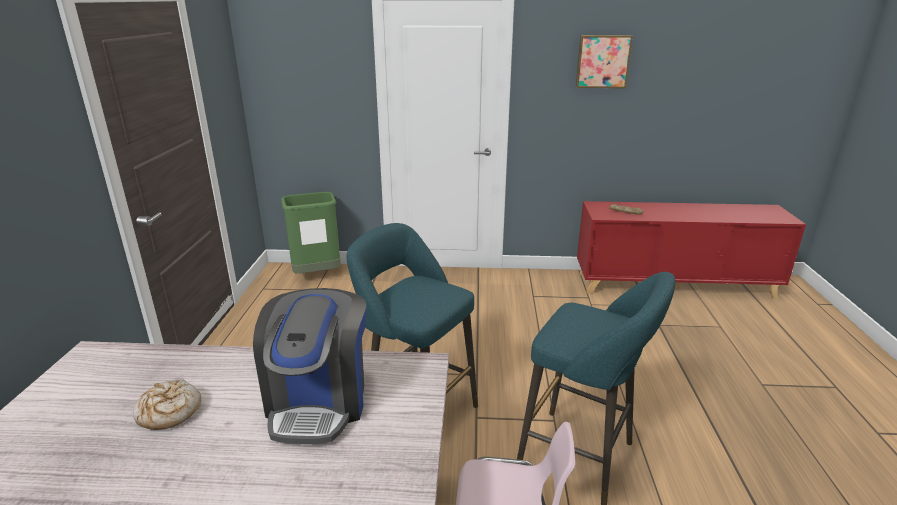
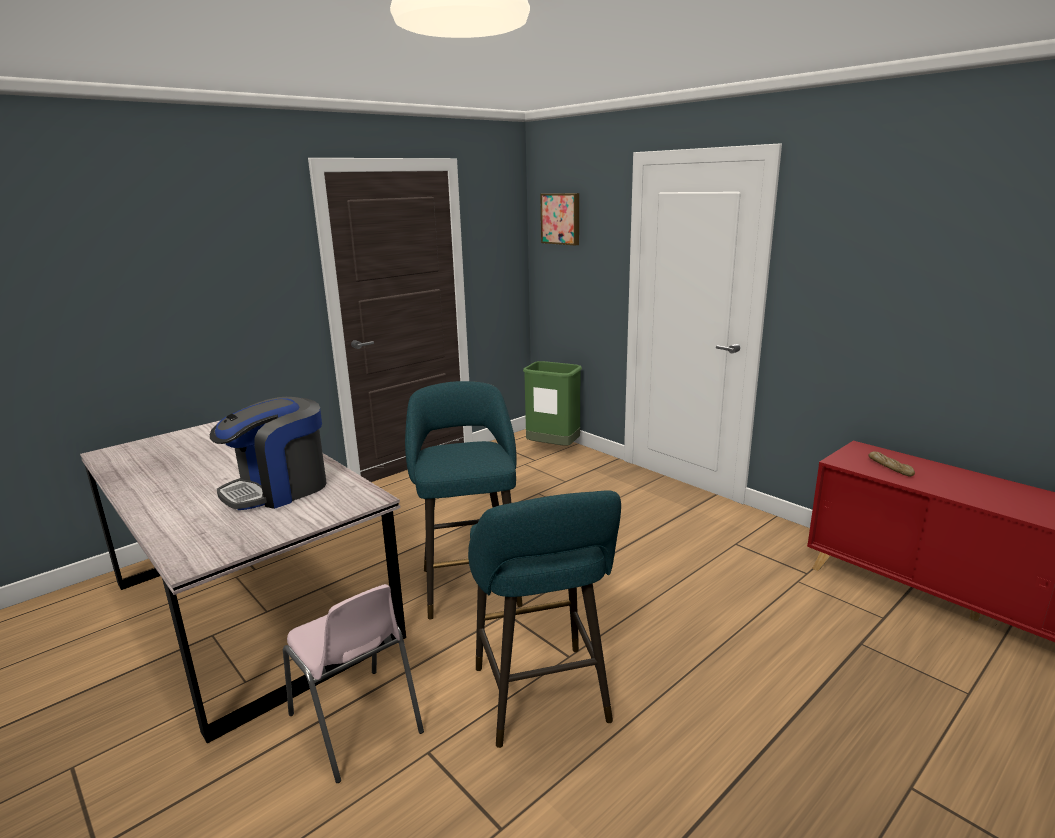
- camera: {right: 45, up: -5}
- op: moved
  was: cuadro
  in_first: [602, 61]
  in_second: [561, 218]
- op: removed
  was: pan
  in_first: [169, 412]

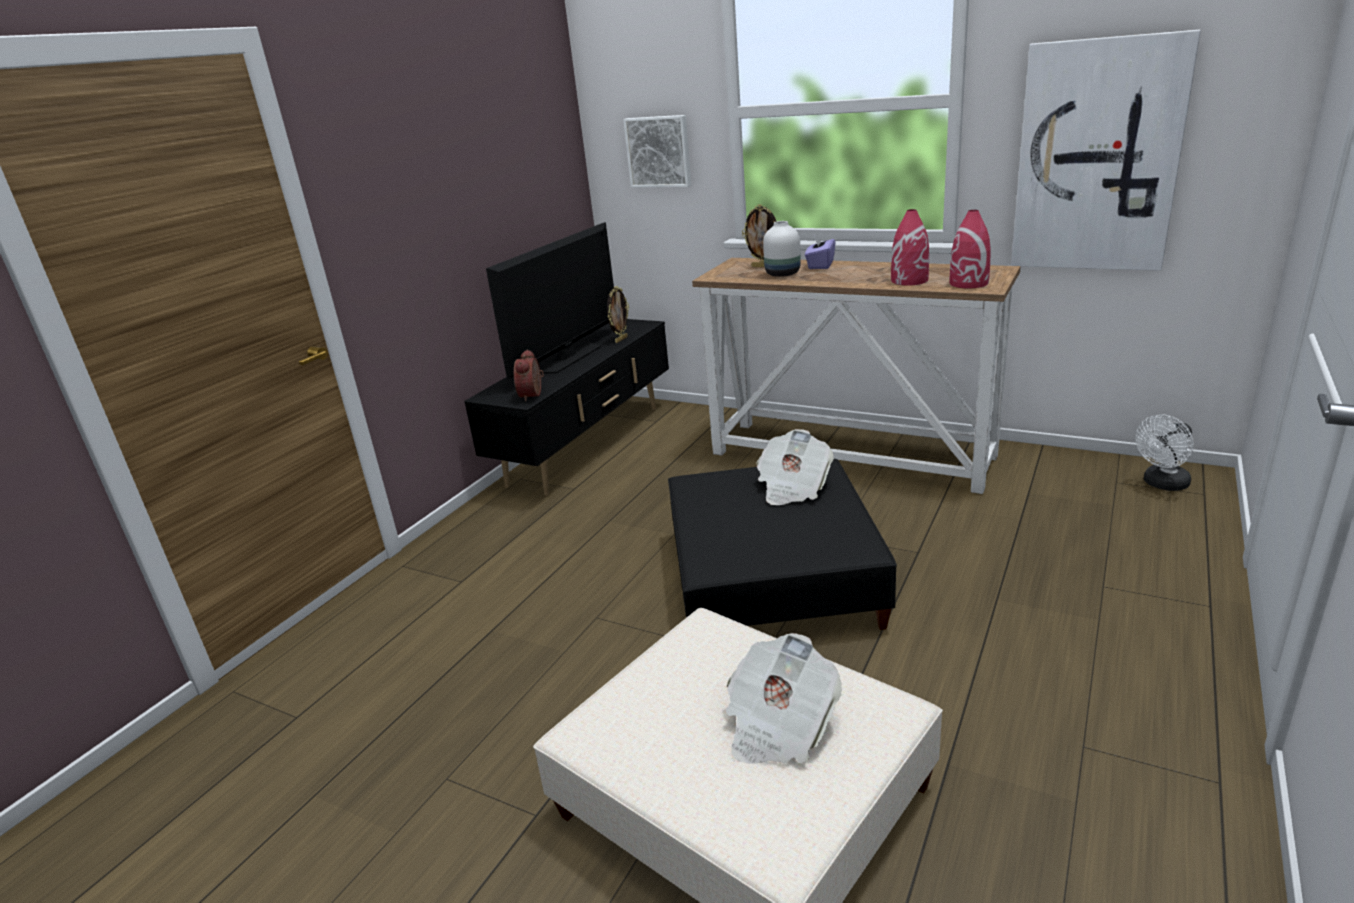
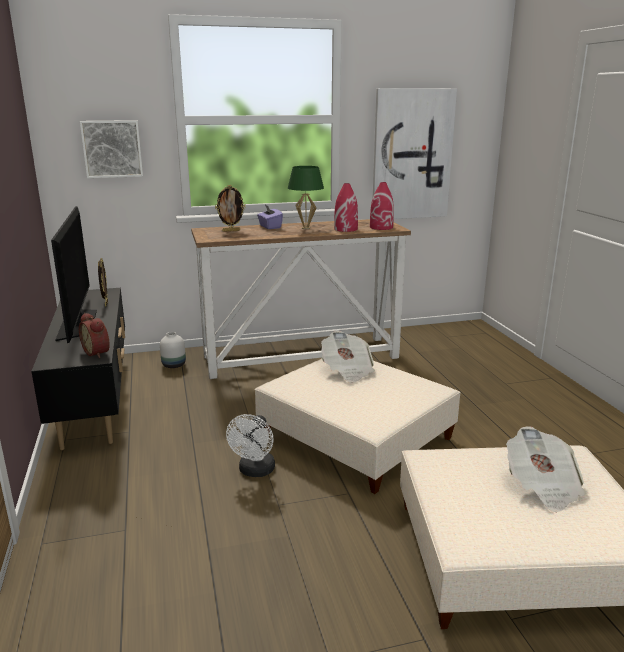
- camera: {right: -45, up: -5}
- op: moved
  was: florero [blanco]
  in_first: [783, 274]
  in_second: [174, 365]
- op: moved
  was: ventilador [blanco]
  in_first: [1162, 484]
  in_second: [255, 471]
- op: recoloured
  was: puf [negro]
  now: puf [beis]
  in_first: [773, 577]
  in_second: [355, 436]
- op: added
  now: lámpara de mesa [verde]
  in_second: [306, 228]

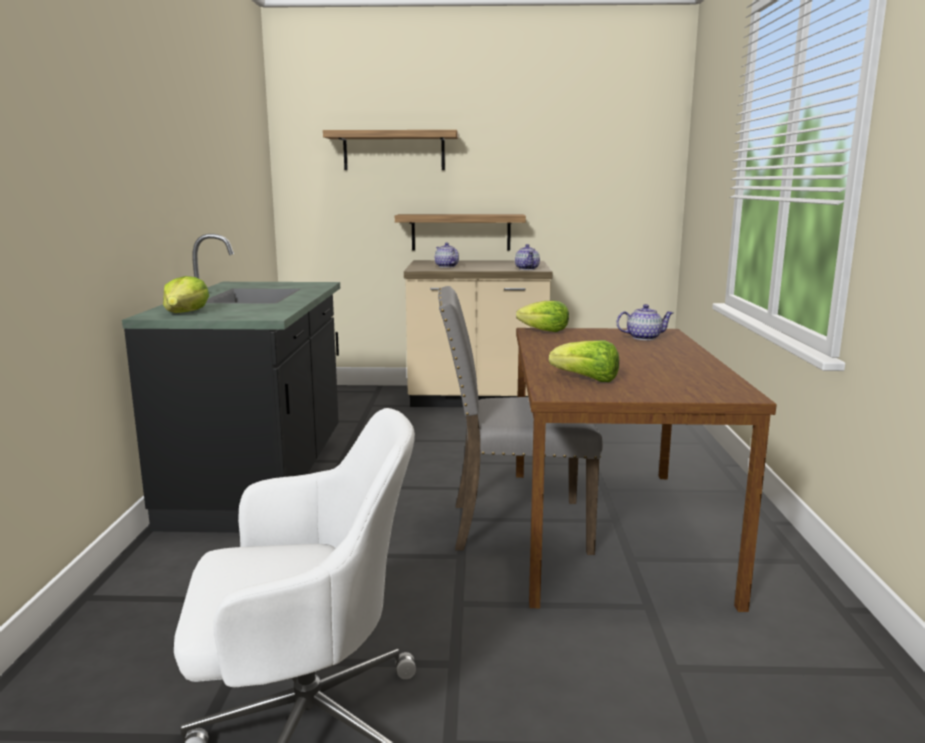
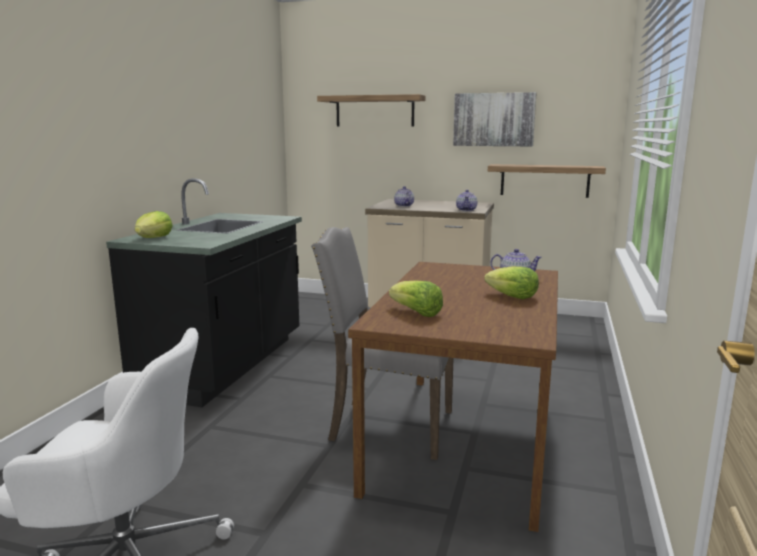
- camera: {right: 15, up: 0}
- op: moved
  was: estante
  in_first: [461, 232]
  in_second: [544, 180]
- op: moved
  was: lechuga
  in_first: [544, 331]
  in_second: [512, 297]
- op: added
  now: cuadro
  in_second: [494, 119]

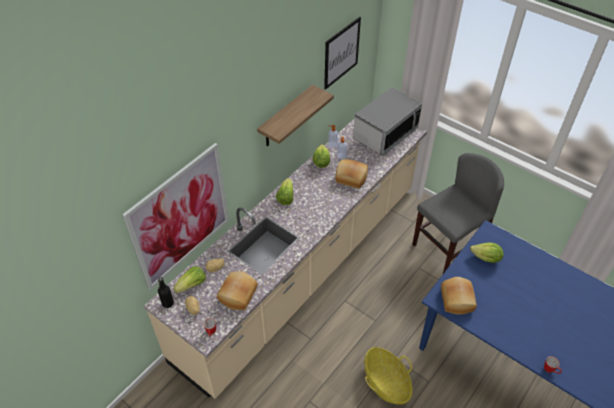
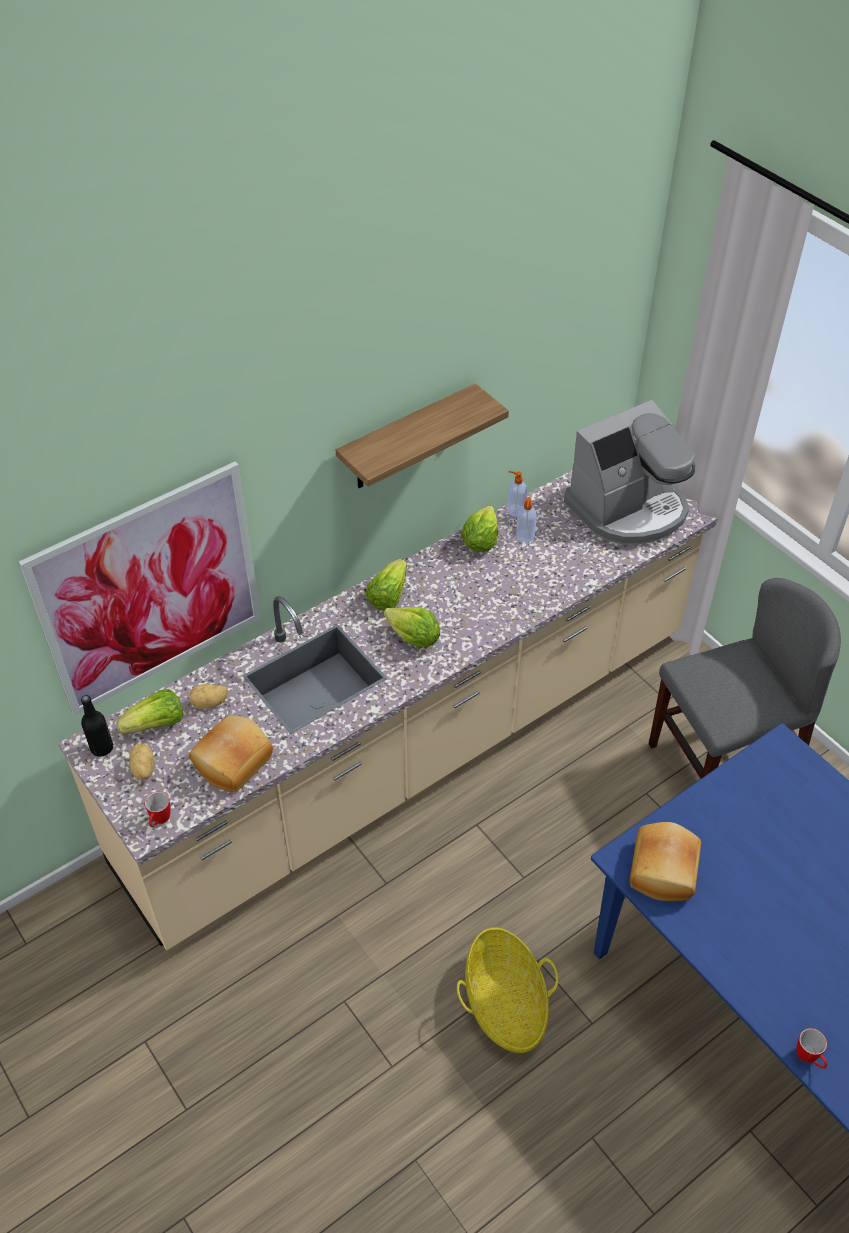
- camera: {right: 15, up: 0}
- op: removed
  was: cuadro
  in_first: [341, 53]
- op: replaced
  was: microondas
  now: cafetera
  in_first: [385, 134]
  in_second: [628, 509]
- op: removed
  was: pan
  in_first: [351, 178]
- op: moved
  was: lechuga
  in_first: [486, 258]
  in_second: [414, 638]

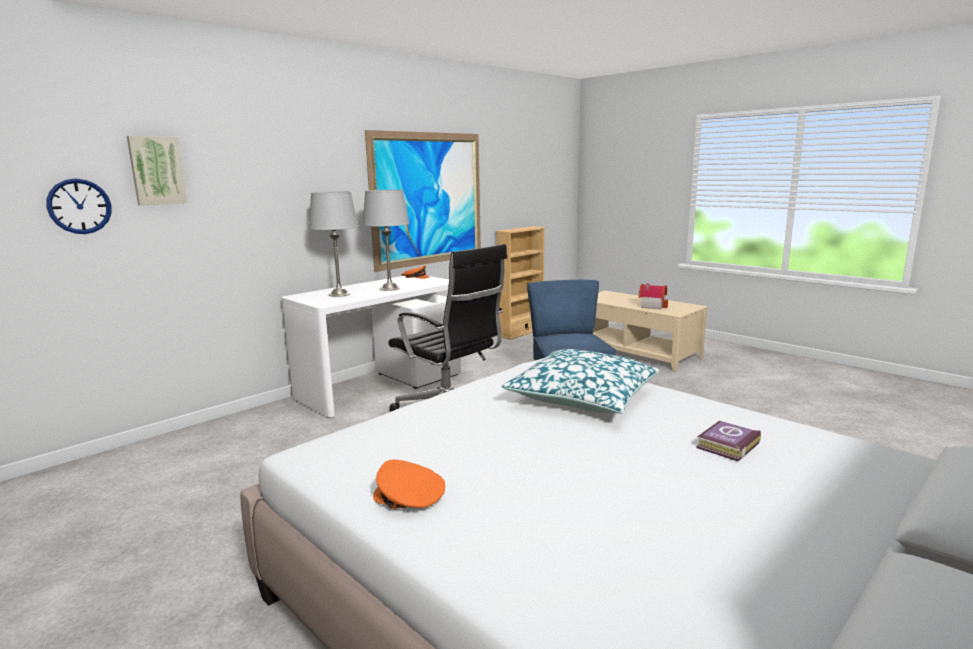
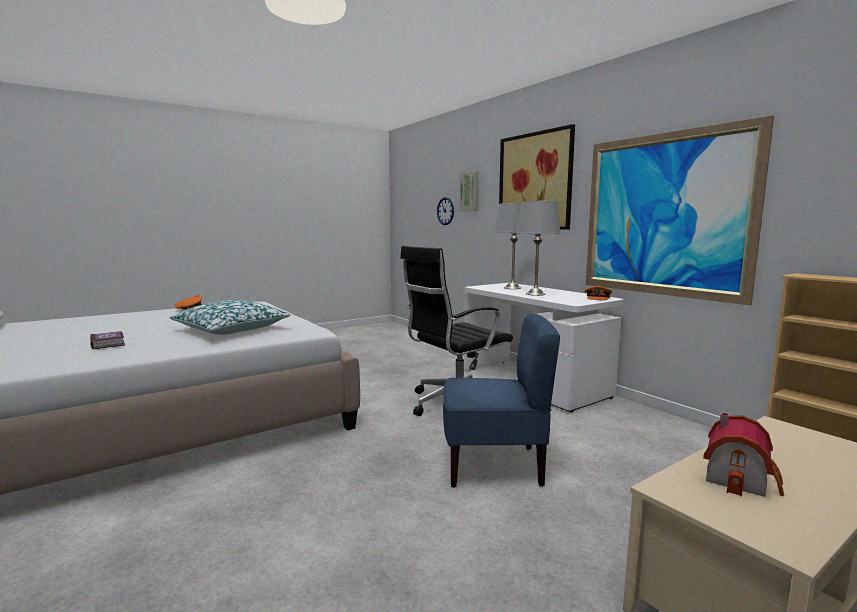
- camera: {right: 100, up: -5}
- op: added
  now: cuadro
  in_second: [535, 181]

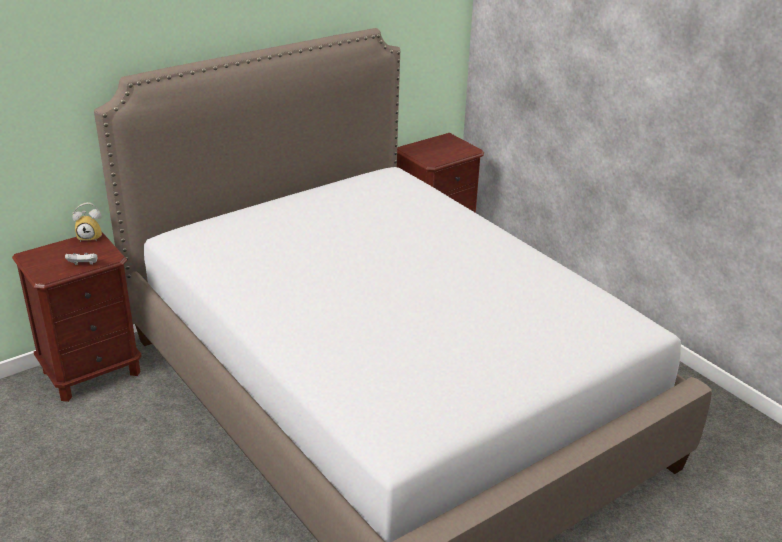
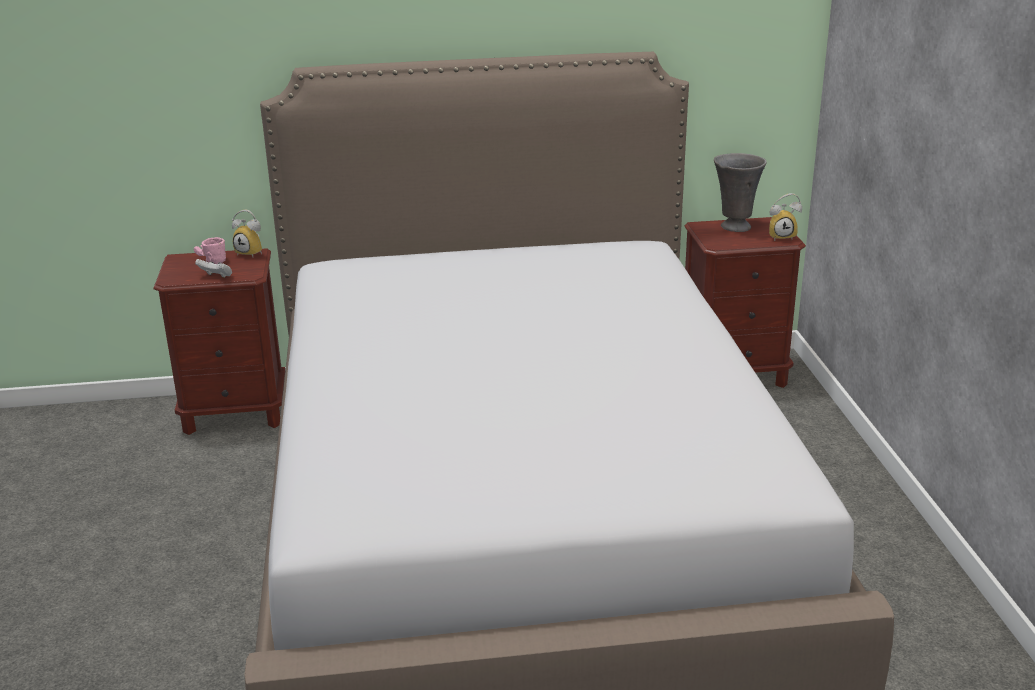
- camera: {right: 30, up: -5}
- op: added
  now: florero [gris]
  in_second: [734, 227]
- op: added
  now: despertador
  in_second: [782, 237]
- op: added
  now: taza grande [rosa]
  in_second: [209, 261]

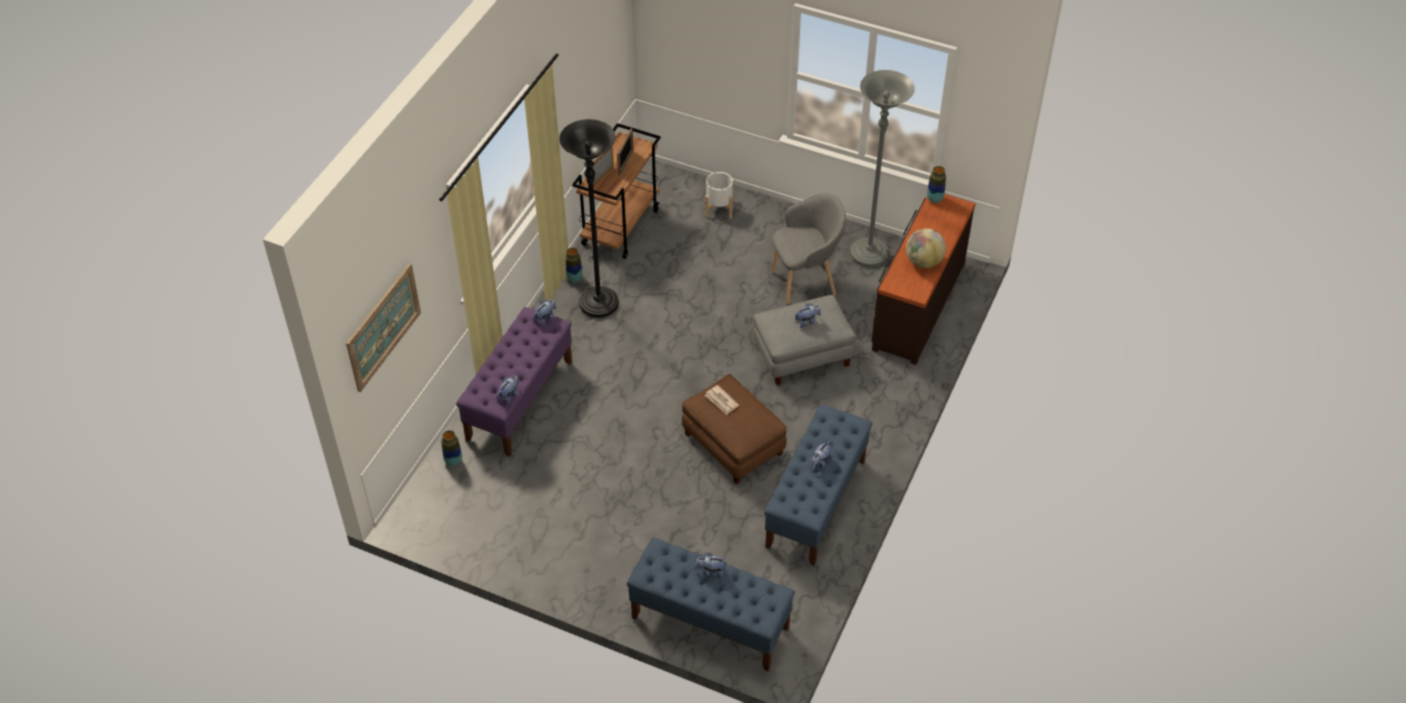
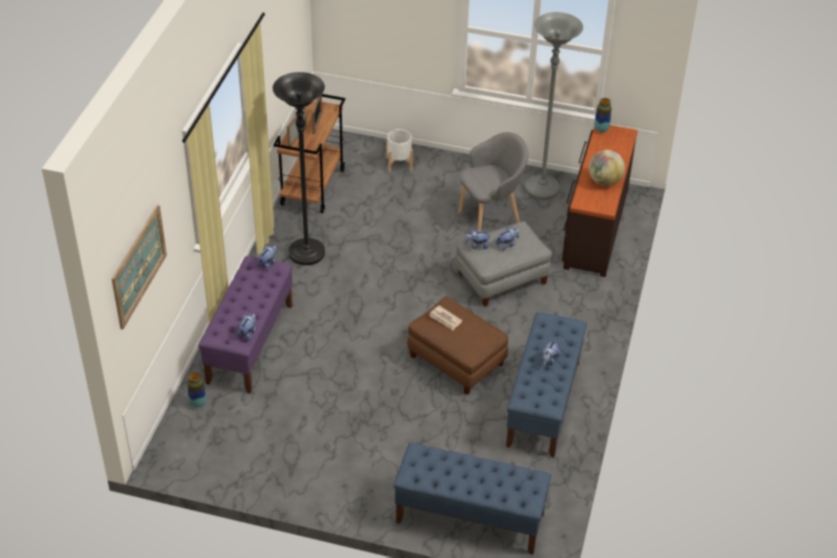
- camera: {right: -10, up: -5}
- op: removed
  was: florero
  in_first: [574, 278]
- op: moved
  was: peluche
  in_first: [711, 571]
  in_second: [477, 246]

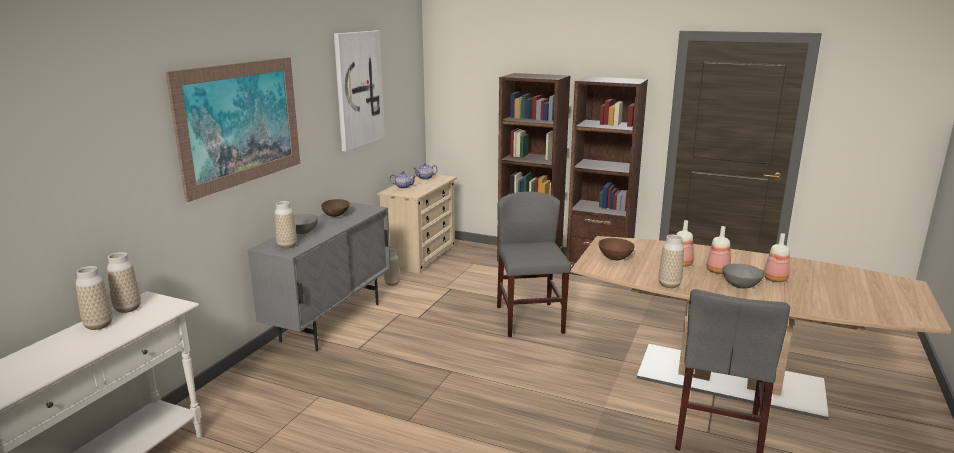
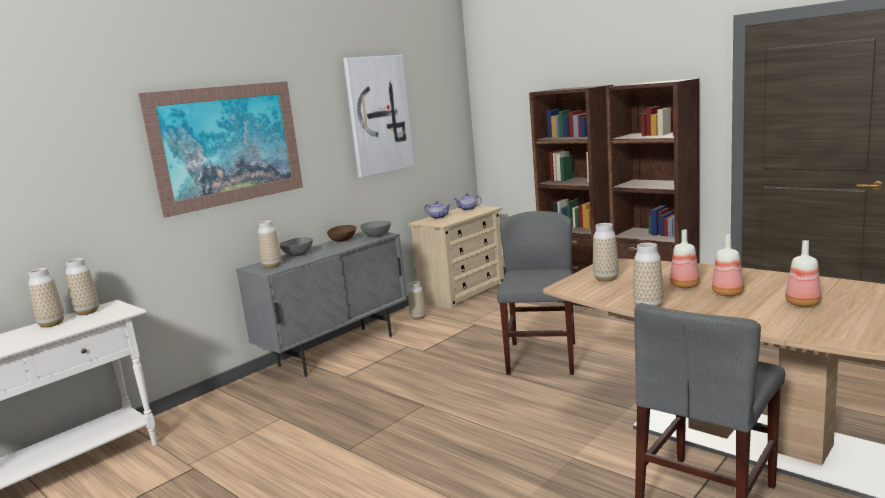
- camera: {right: 20, up: -5}
- op: replaced
  was: cuenco [marrón]
  now: florero
  in_first: [615, 257]
  in_second: [606, 279]
- op: moved
  was: cuenco [gris]
  in_first: [741, 285]
  in_second: [377, 236]

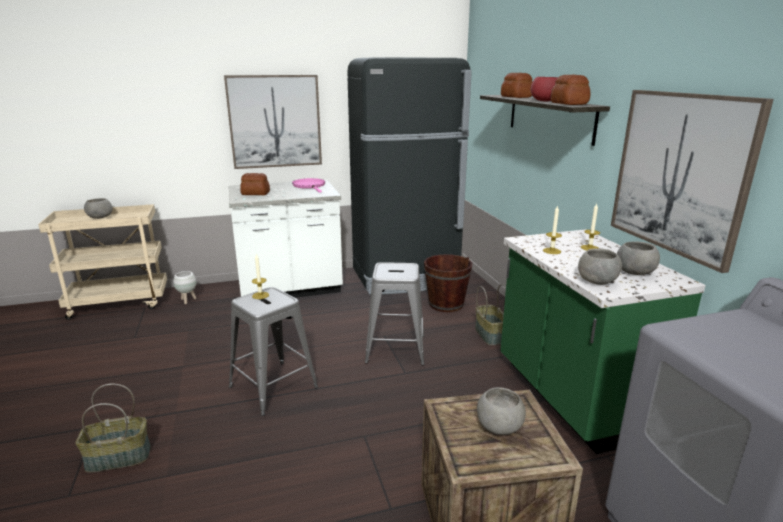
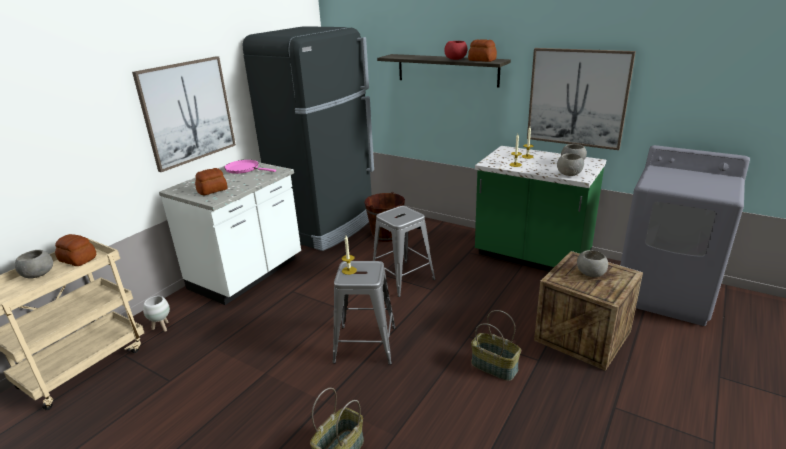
- camera: {right: -40, up: 5}
- op: moved
  was: pan
  in_first: [516, 97]
  in_second: [78, 260]
- op: moved
  was: cesta
  in_first: [490, 335]
  in_second: [495, 366]

